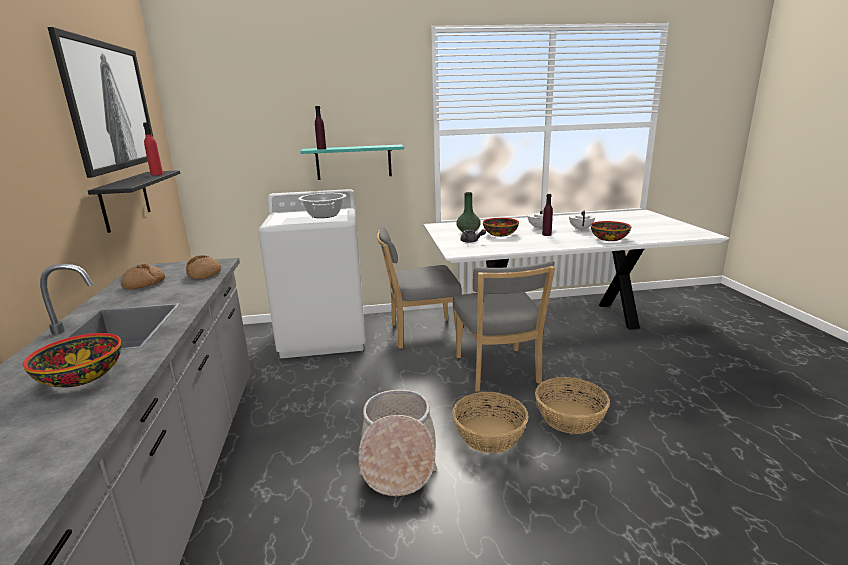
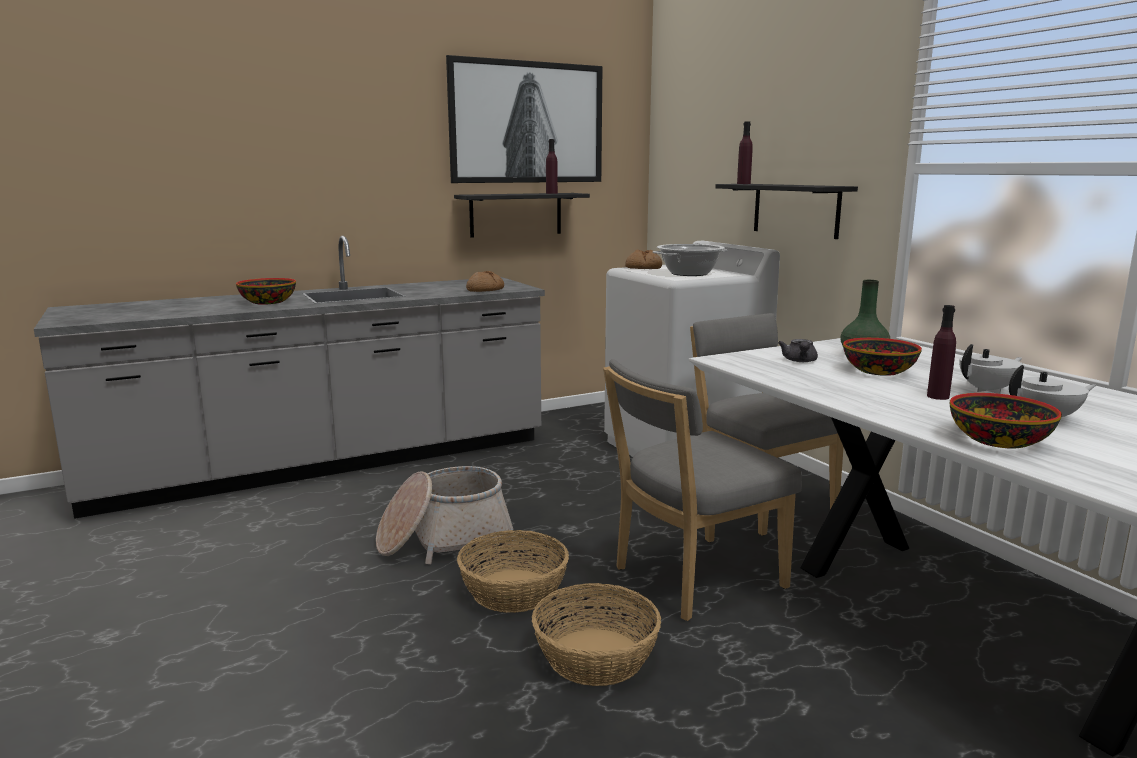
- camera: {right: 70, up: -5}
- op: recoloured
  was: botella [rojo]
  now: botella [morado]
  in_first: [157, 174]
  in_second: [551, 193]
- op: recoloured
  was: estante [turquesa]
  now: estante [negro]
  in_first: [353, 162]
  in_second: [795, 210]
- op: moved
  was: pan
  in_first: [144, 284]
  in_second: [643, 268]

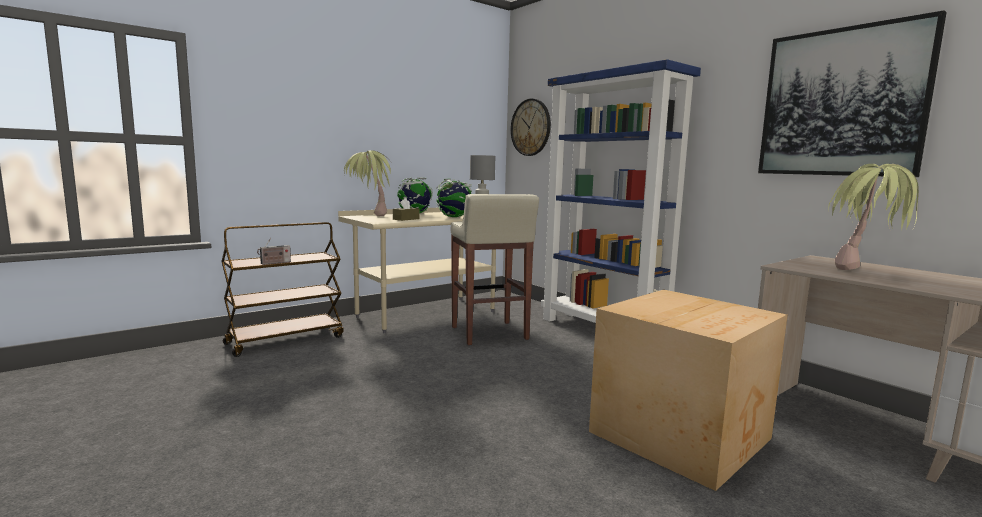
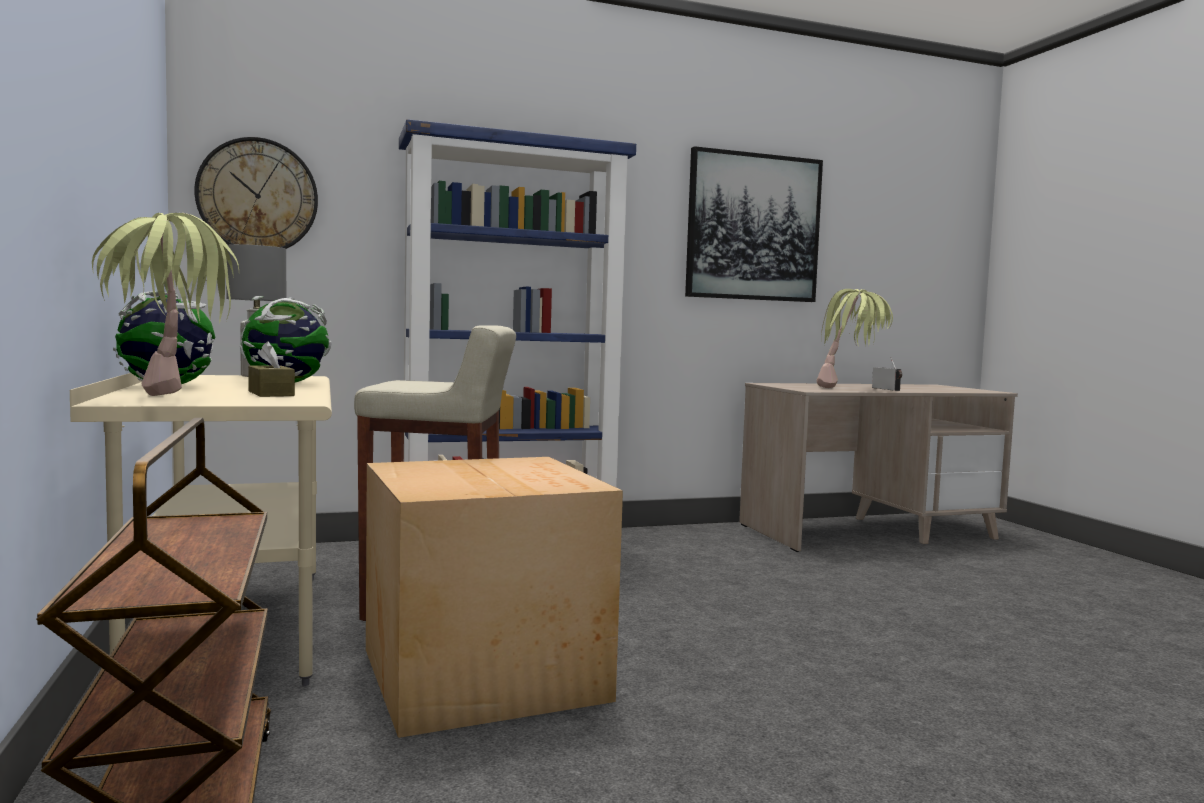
- camera: {right: -70, up: -5}
- op: moved
  was: radio
  in_first: [274, 263]
  in_second: [887, 389]
- op: moved
  was: caja de cartón
  in_first: [682, 435]
  in_second: [485, 672]

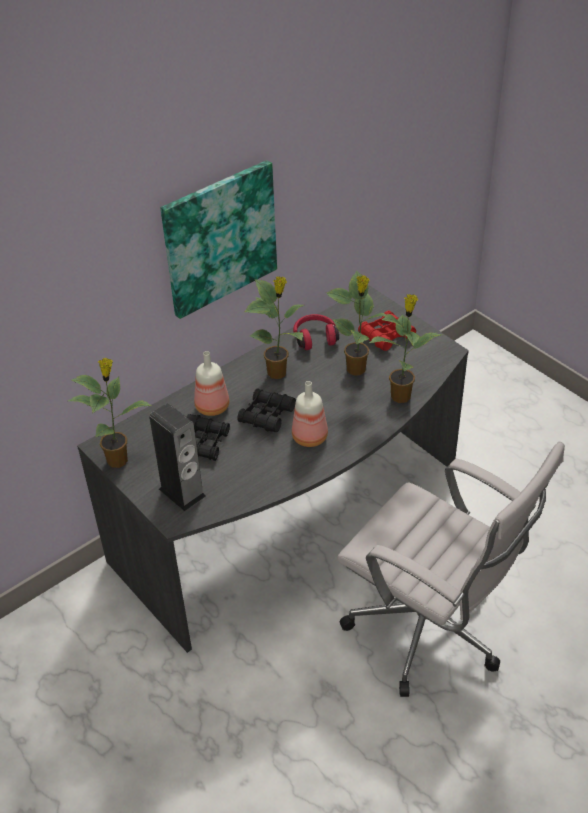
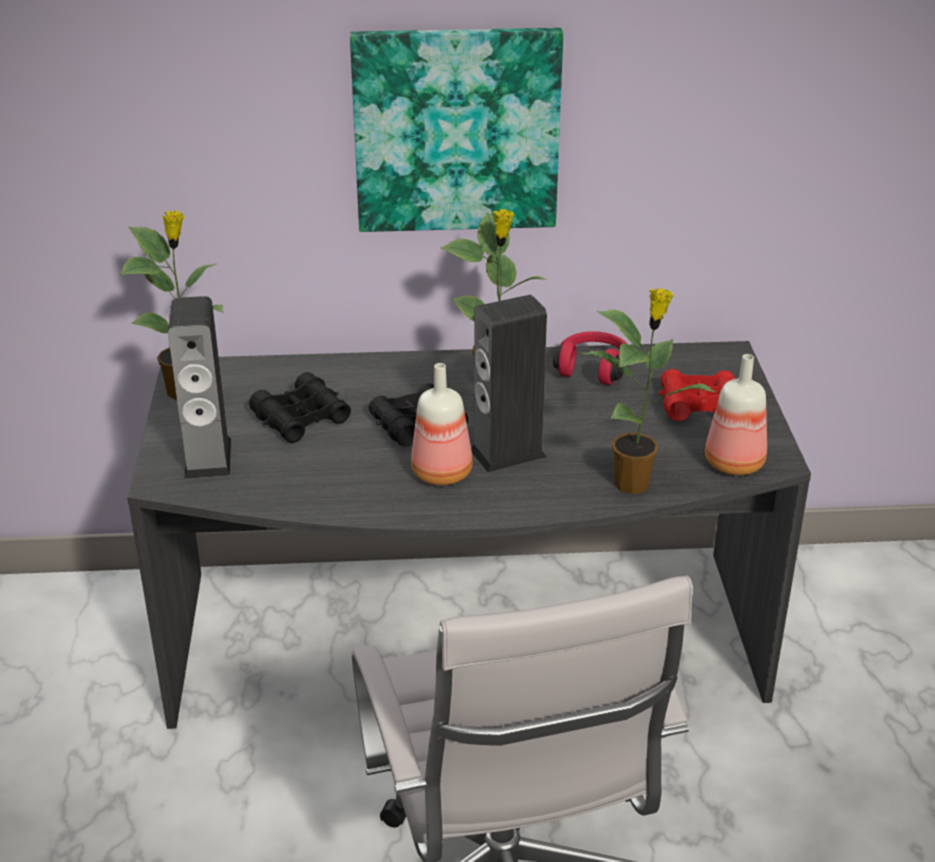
- camera: {right: 35, up: -10}
- op: removed
  was: planta en maceta
  in_first: [357, 370]
- op: moved
  was: botella
  in_first: [211, 406]
  in_second: [733, 462]
- op: added
  now: altavoz
  in_second: [507, 453]

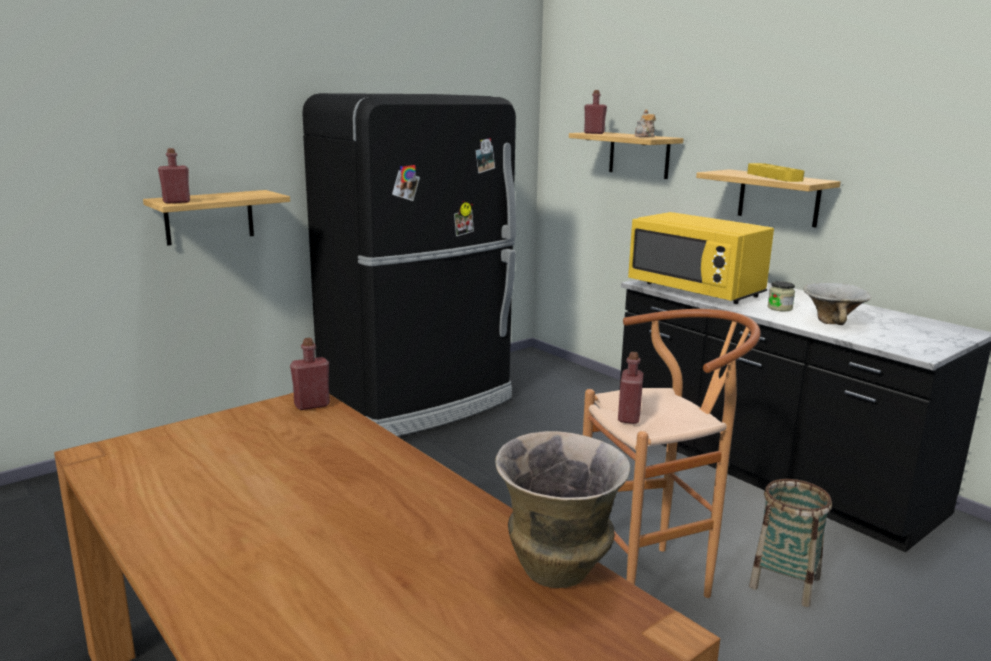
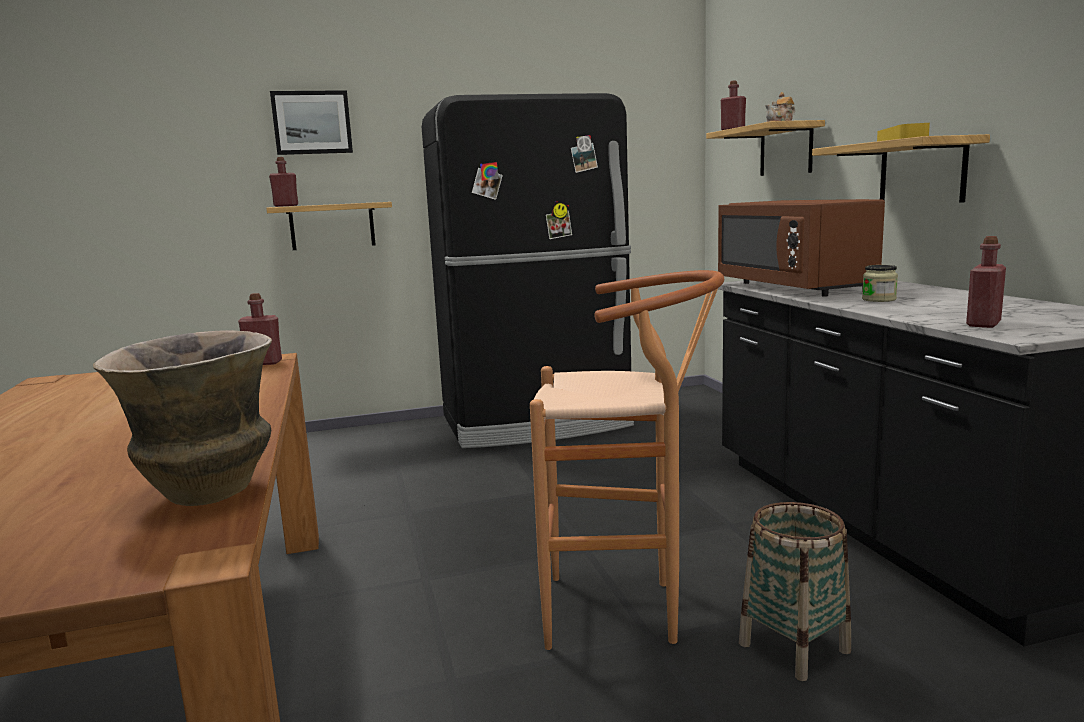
- camera: {right: 25, up: -5}
- op: recoloured
  was: microondas [amarillo]
  now: microondas [marrón]
  in_first: [696, 290]
  in_second: [794, 287]
- op: removed
  was: cuenco
  in_first: [833, 322]
- op: moved
  was: botella [rojo]
  in_first: [629, 417]
  in_second: [983, 324]
- op: added
  now: cuadro
  in_second: [312, 122]

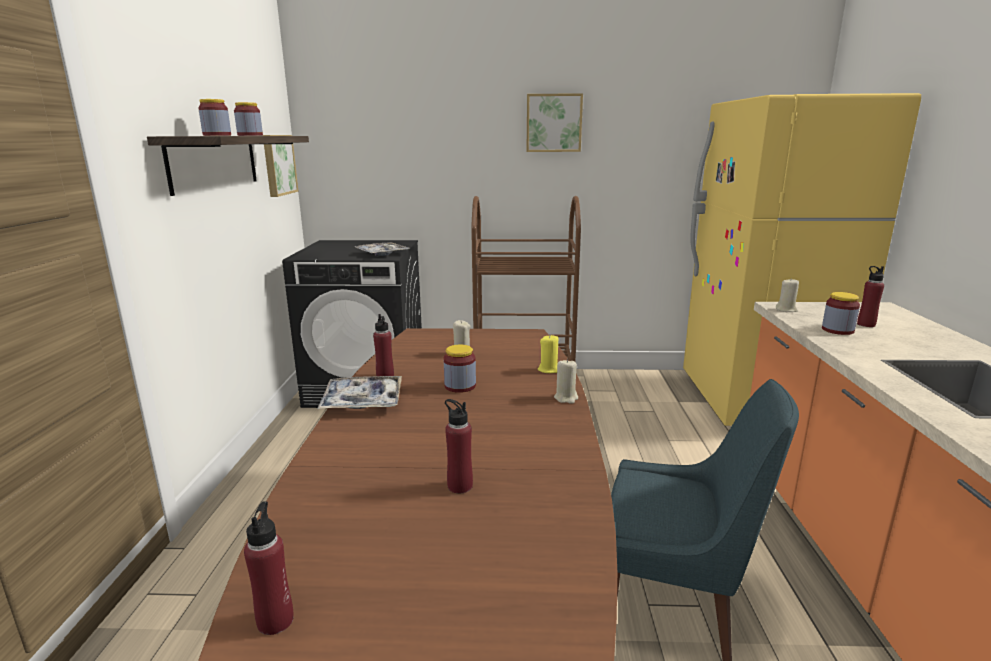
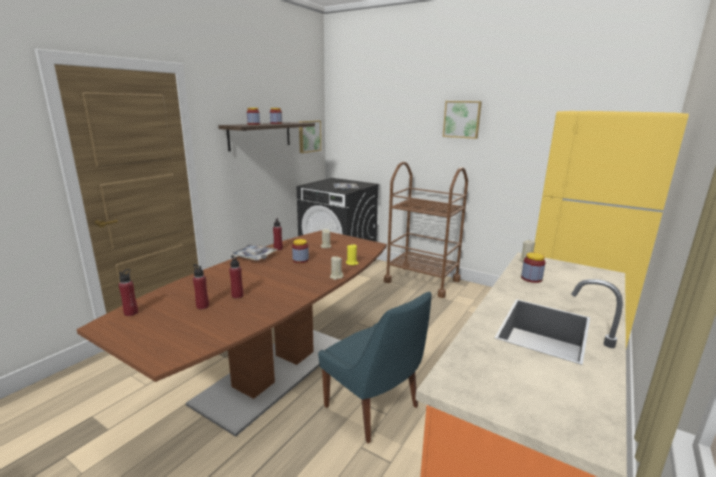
- camera: {right: 30, up: 0}
- op: moved
  was: botella [rojo]
  in_first: [866, 324]
  in_second: [202, 306]

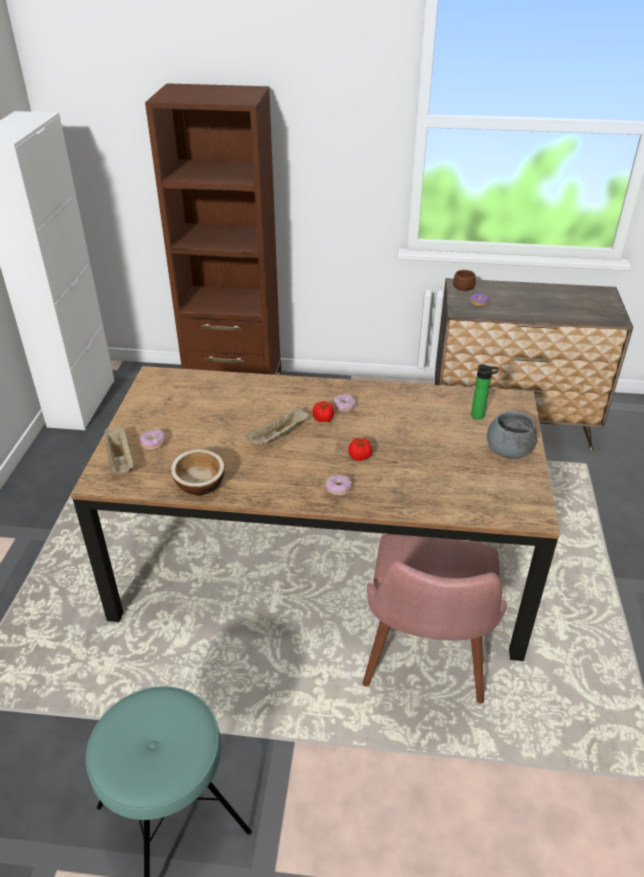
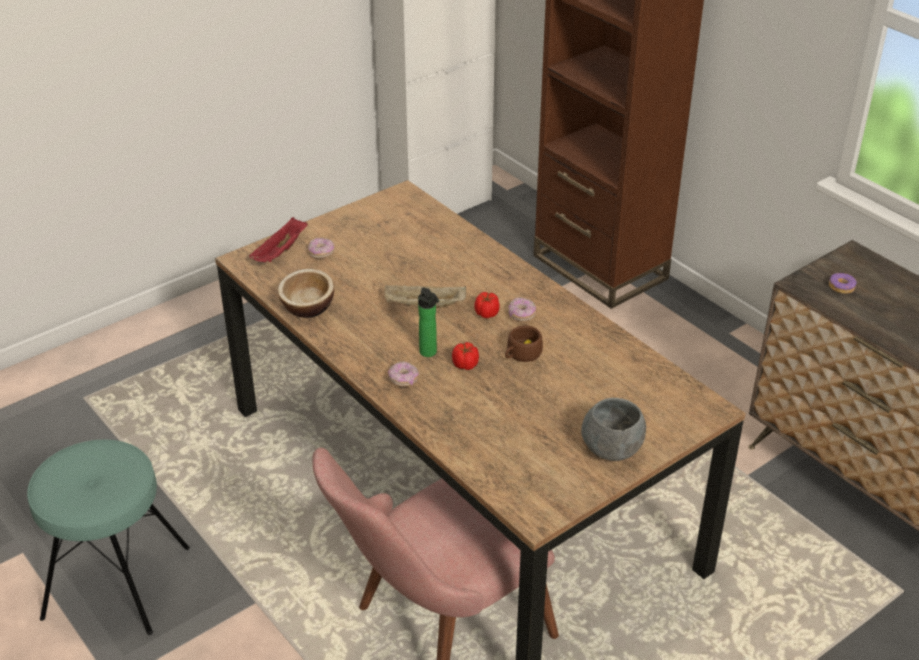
- camera: {right: 45, up: 0}
- op: moved
  was: taza [marrón]
  in_first: [464, 288]
  in_second: [521, 354]
- op: moved
  was: botella
  in_first: [480, 416]
  in_second: [429, 353]
- op: recoloured
  was: bandeja [beis]
  now: bandeja [rojo]
  in_first: [120, 460]
  in_second: [280, 252]

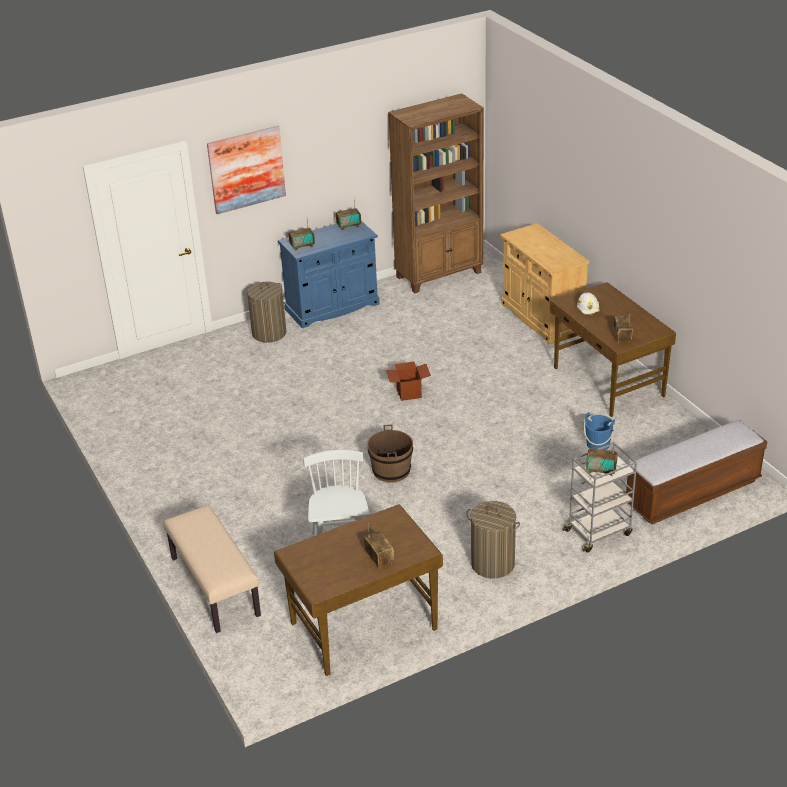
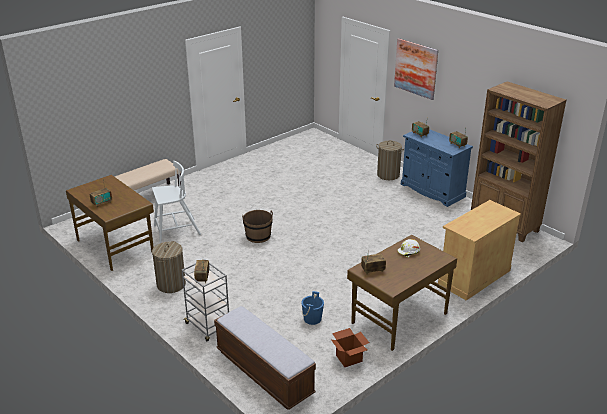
- camera: {right: 75, up: -5}
- op: moved
  was: caja de cartón
  in_first: [409, 393]
  in_second: [349, 358]

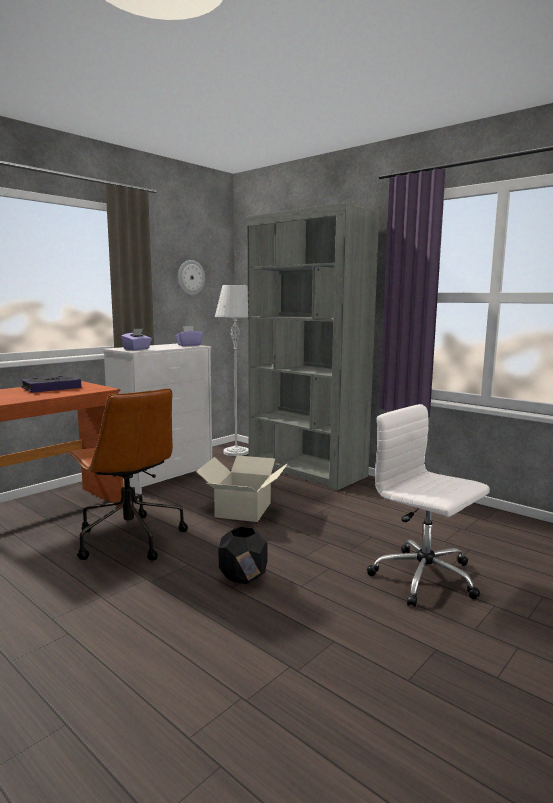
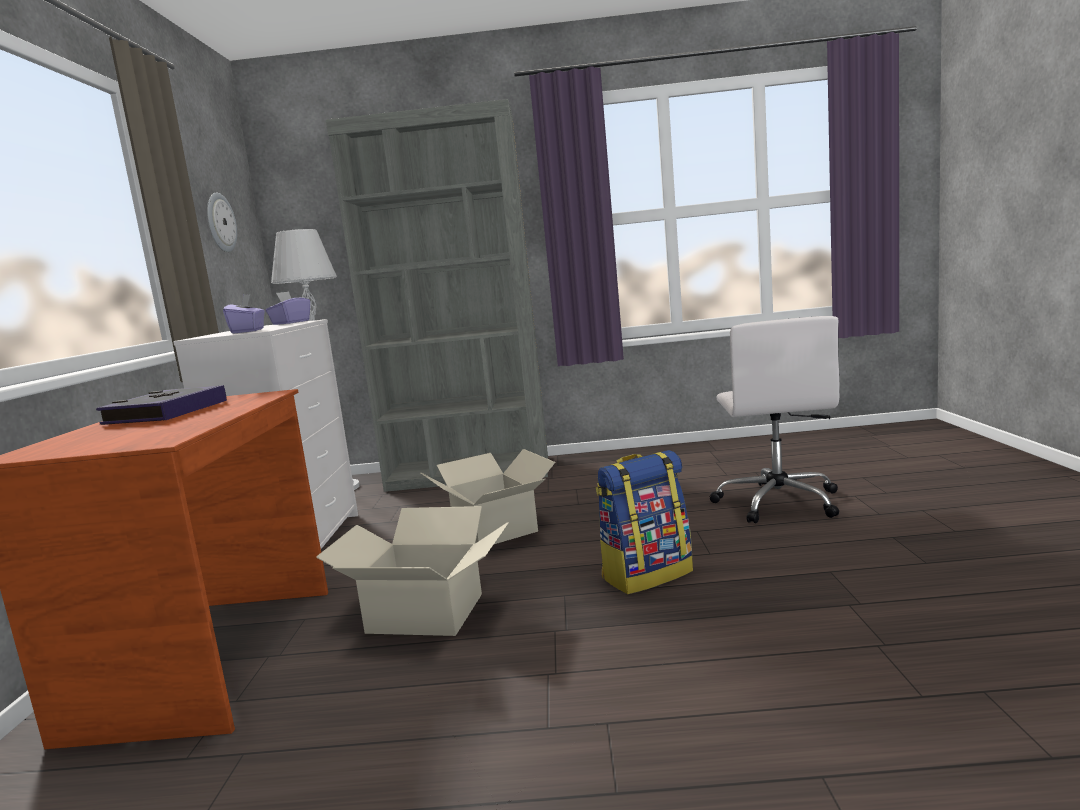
- camera: {right: -40, up: 0}
- op: replaced
  was: silla de oficina [marrón]
  now: caja de cartón
  in_first: [129, 538]
  in_second: [425, 613]
- op: turned
  was: silla de oficina [blanco]
  in_first: [426, 578]
  in_second: [778, 502]
  clockwise: -90
- op: replaced
  was: maceta [negro]
  now: mochila
  in_first: [244, 577]
  in_second: [647, 574]

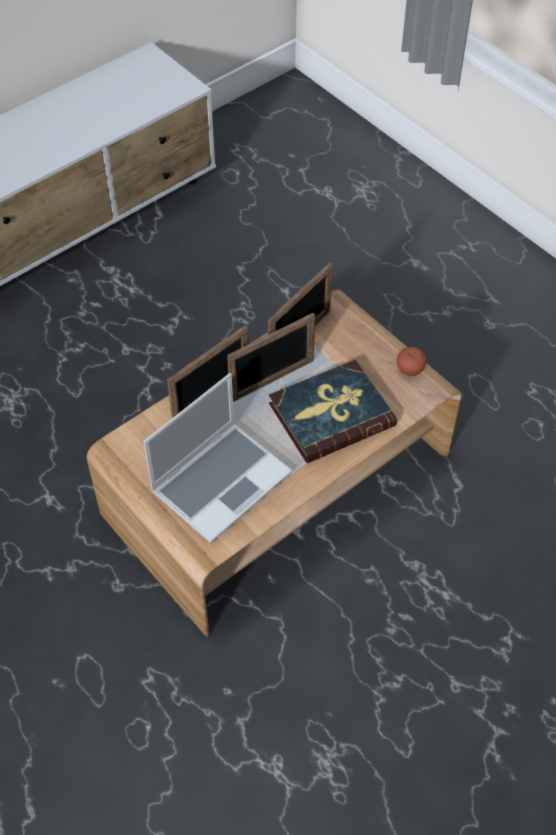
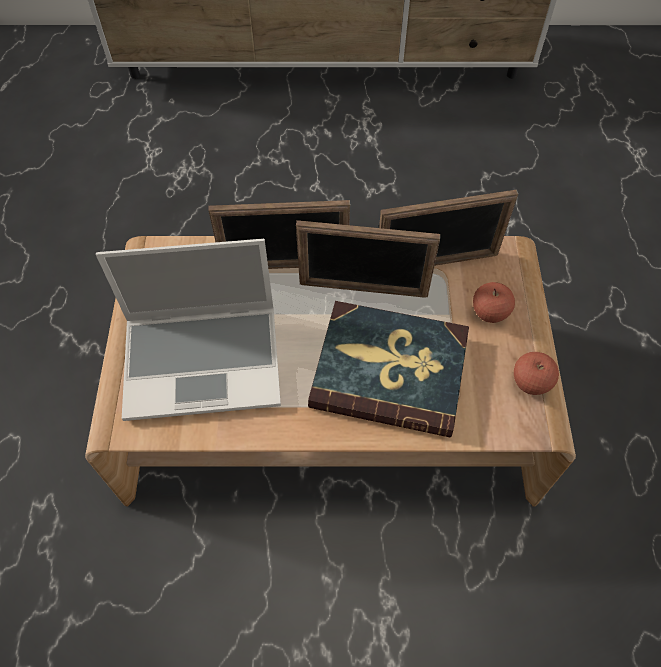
- camera: {right: 40, up: 5}
- op: added
  now: manzana
  in_second: [489, 313]

